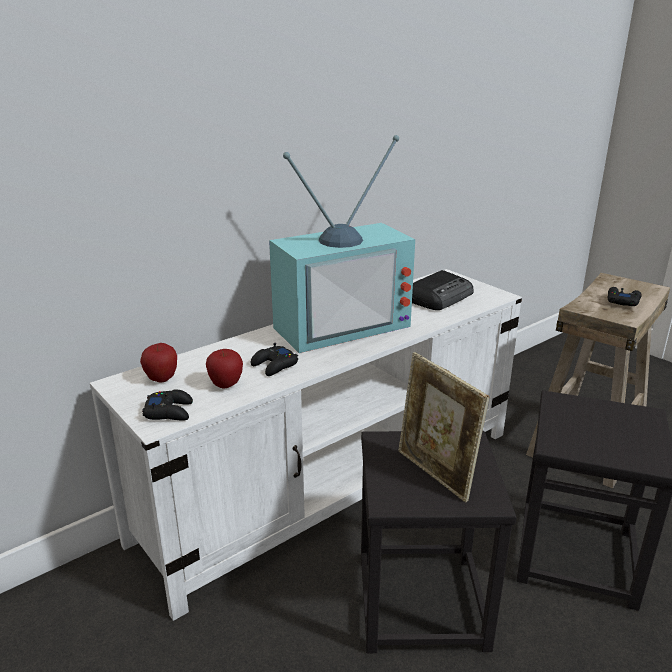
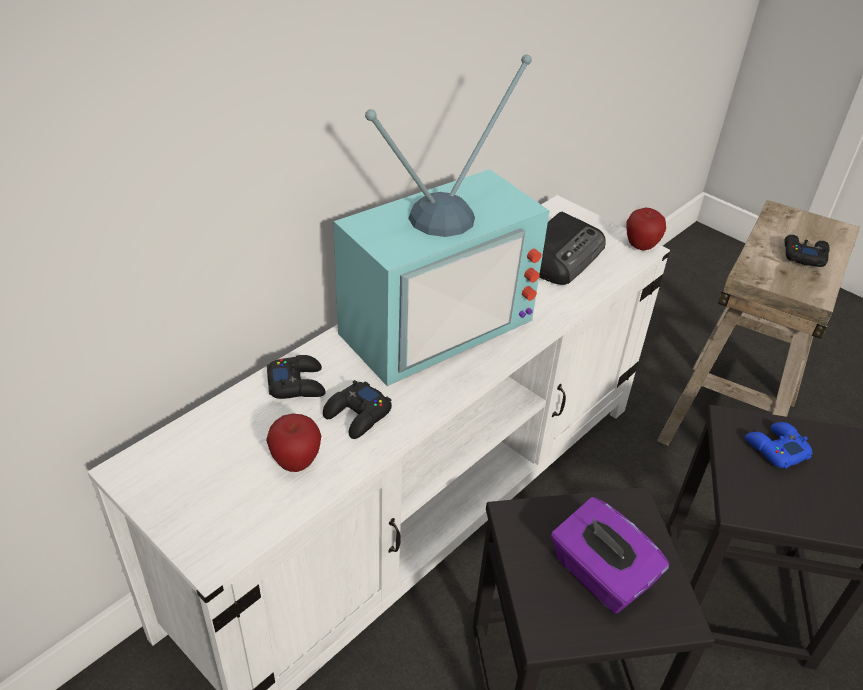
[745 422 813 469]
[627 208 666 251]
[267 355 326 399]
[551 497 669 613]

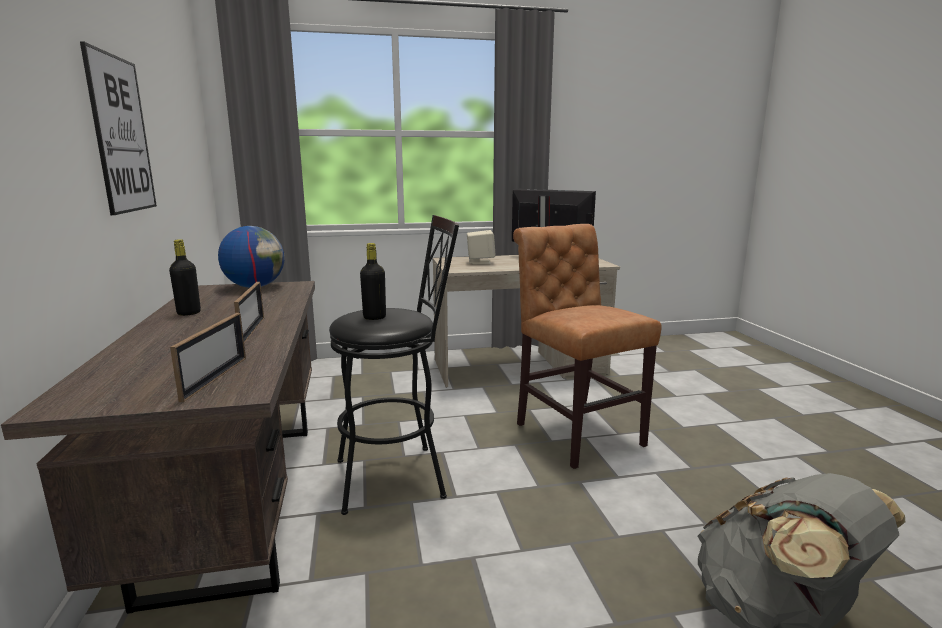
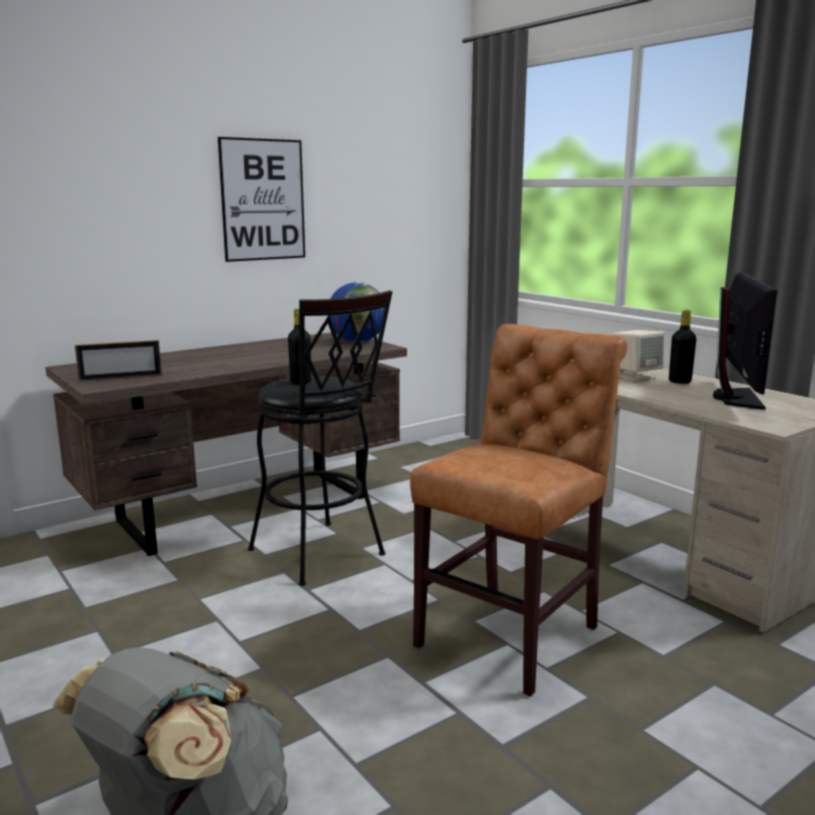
[234 282 264 343] (first image)
[669 310 696 384]

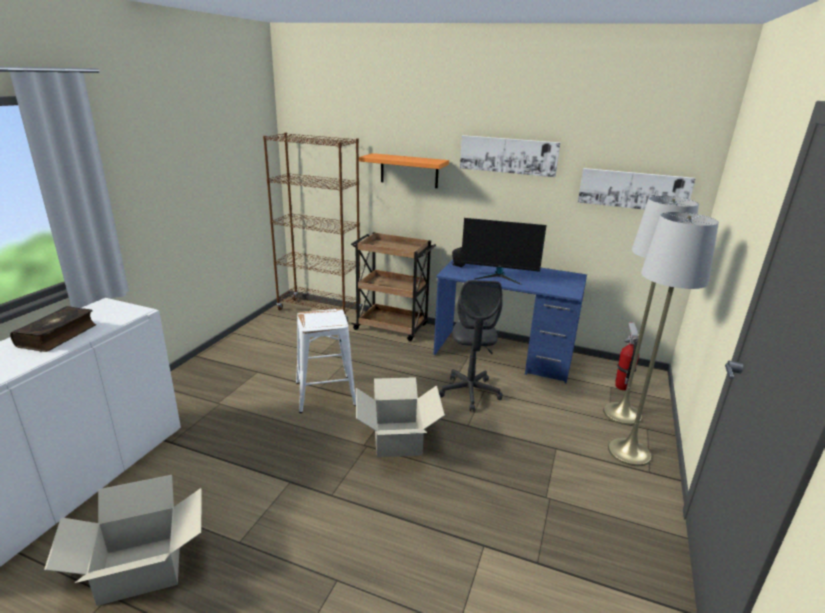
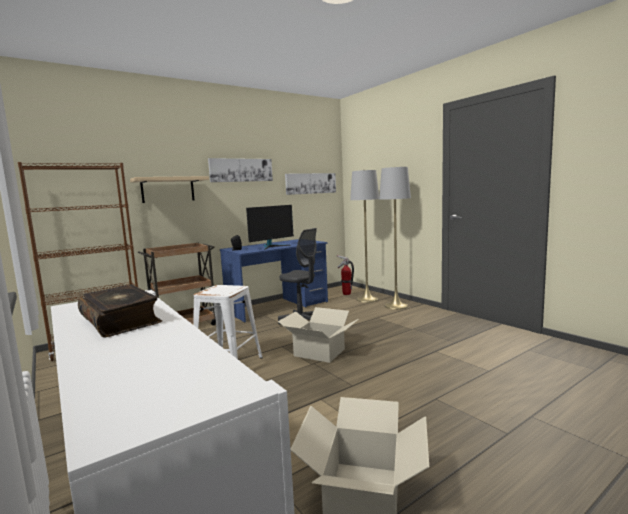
[130 176 209 203]

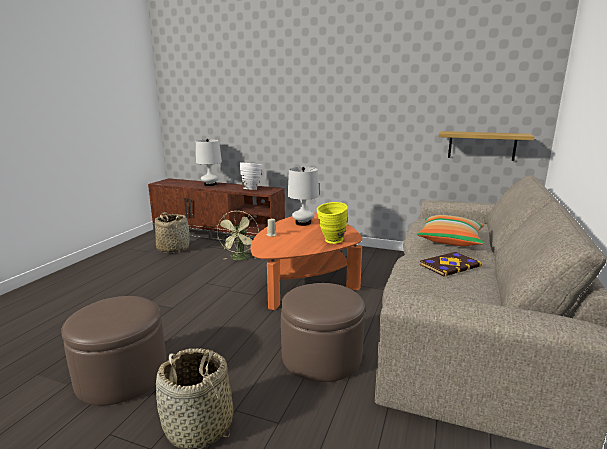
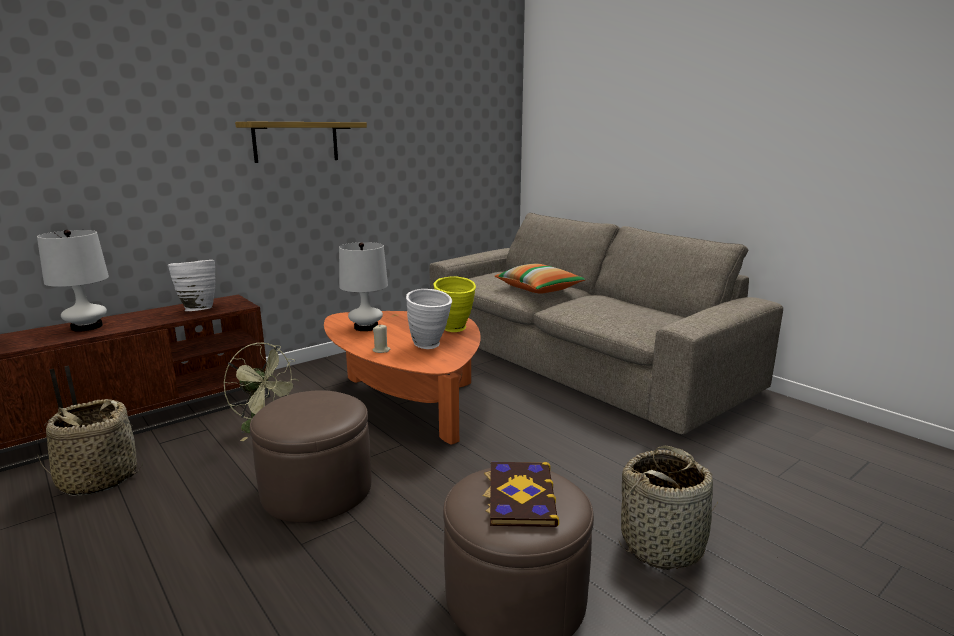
[406 289 452 349]
[250 390 372 523]
[483 462 559 527]
[235 122 367 163]

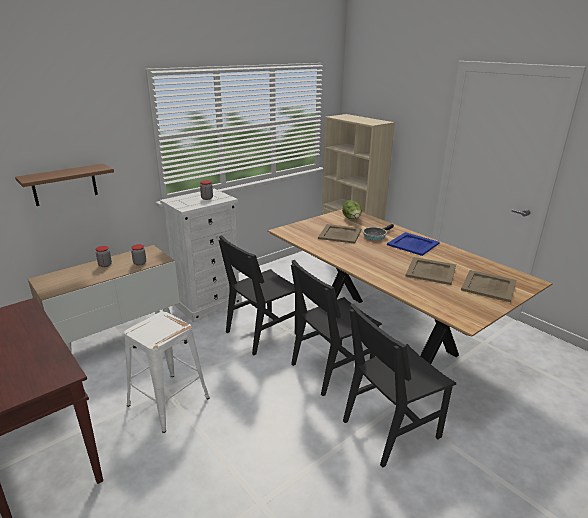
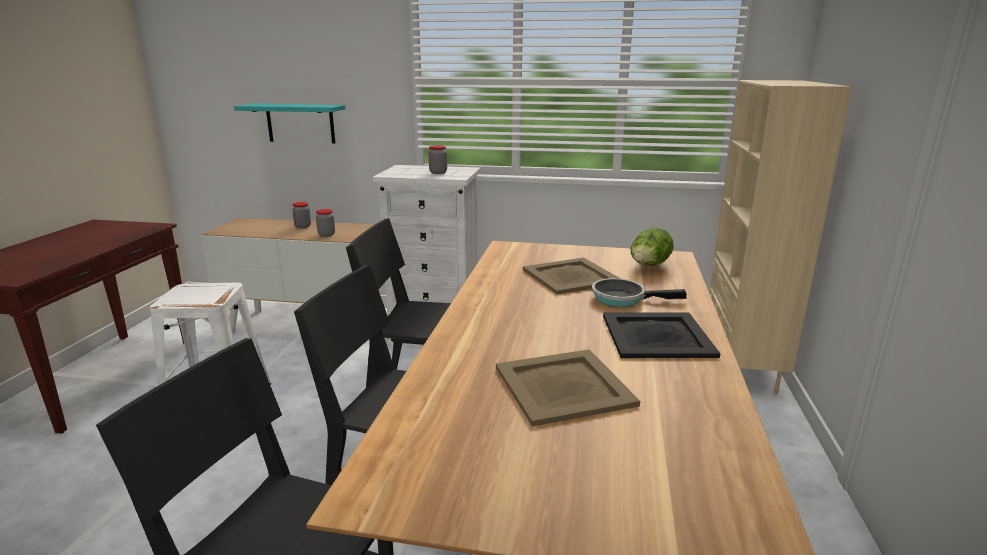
[461 270 517 302] (first image)
[234 103 346 143]
[603 312 720 358]

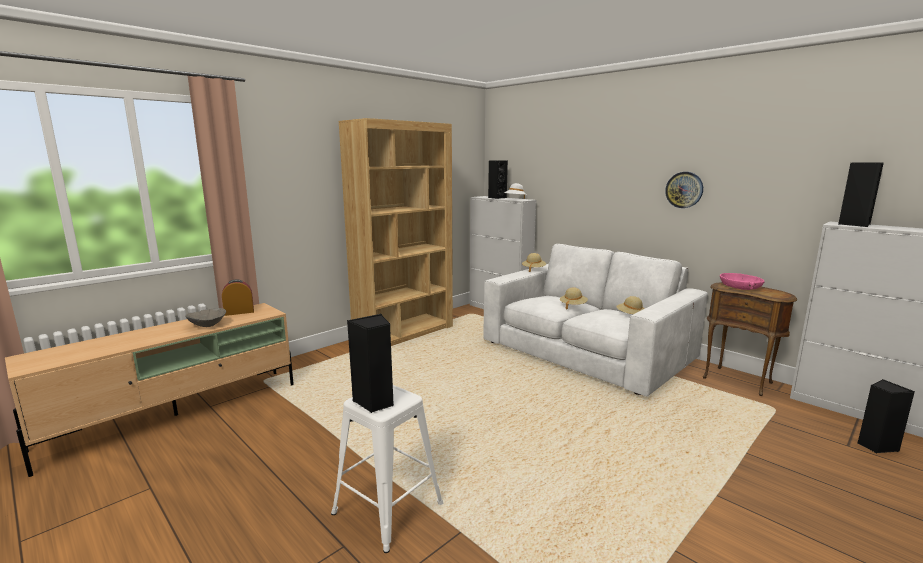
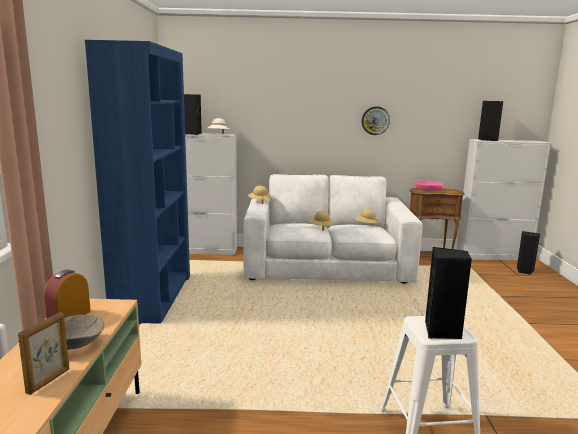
[18 313 69 395]
[85 40 190 324]

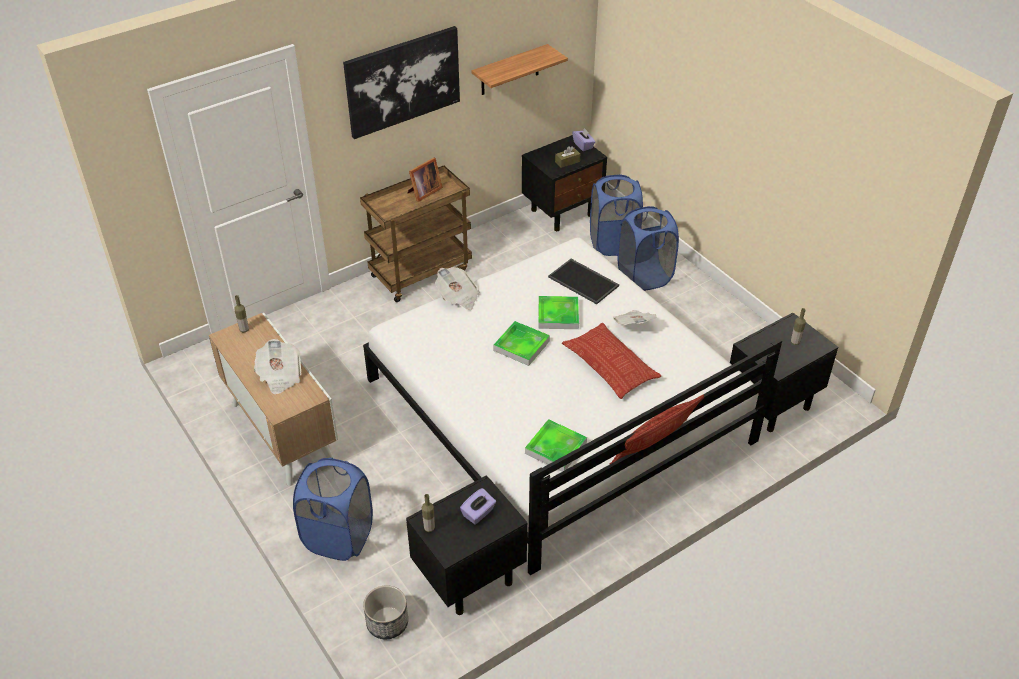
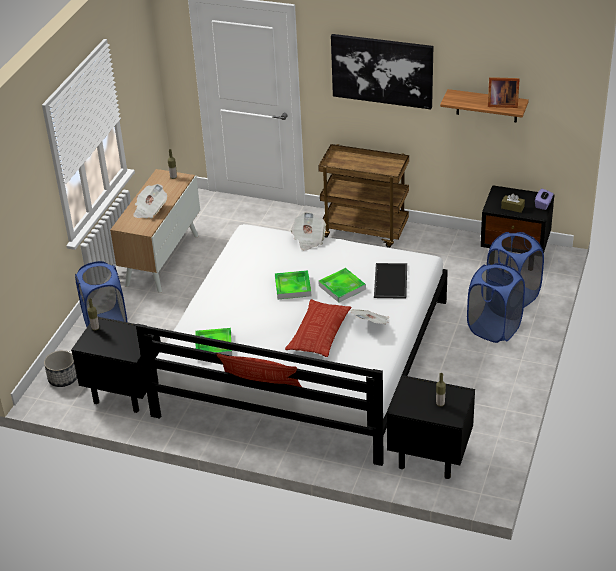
[460 488 496 525] (first image)
[488 77 520 108]

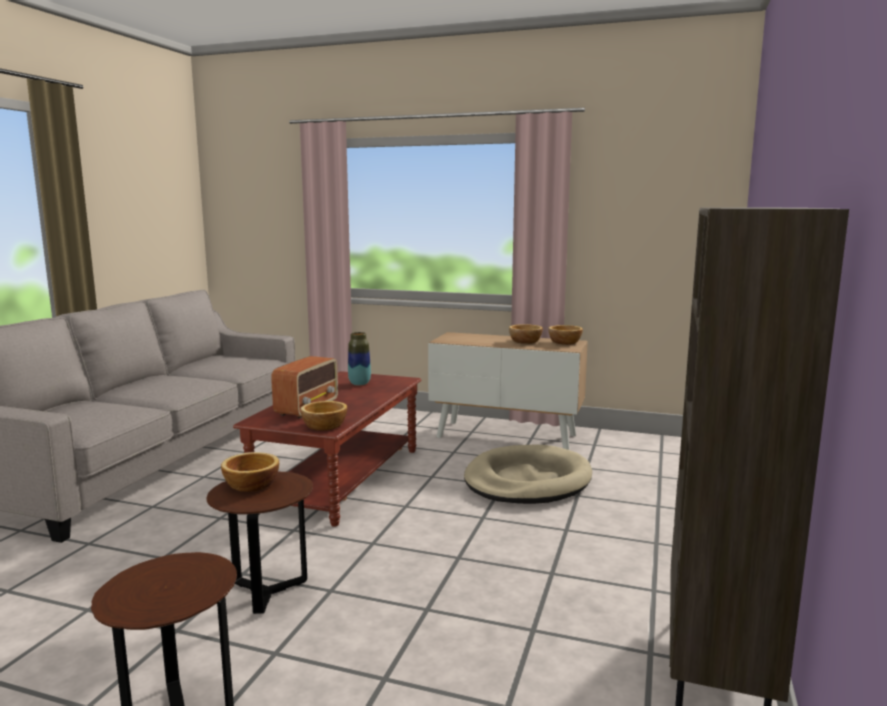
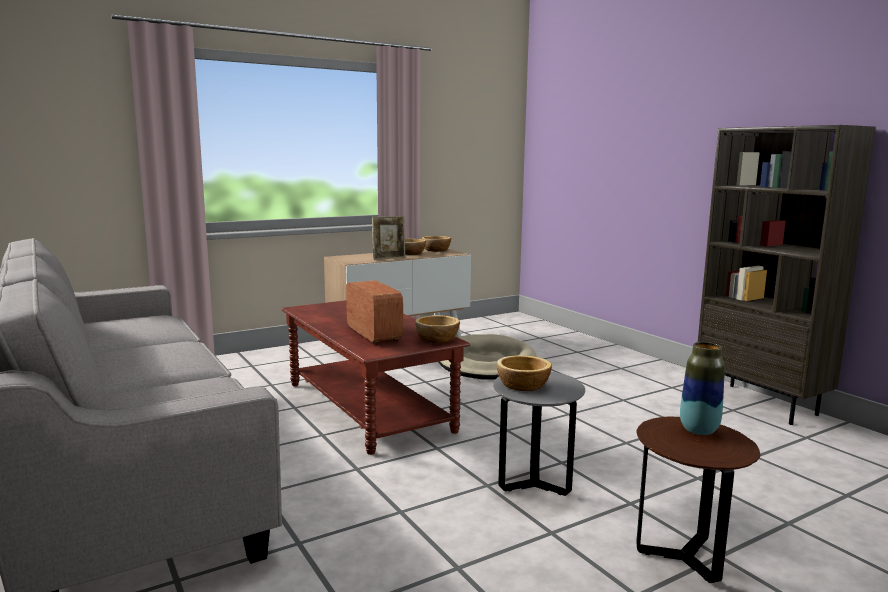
[372 216 405 260]
[680 342 725 435]
[493 372 585 496]

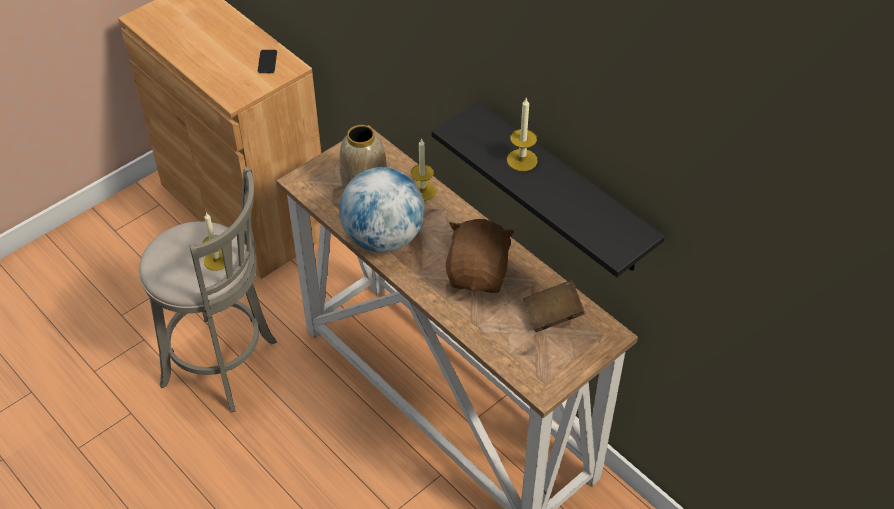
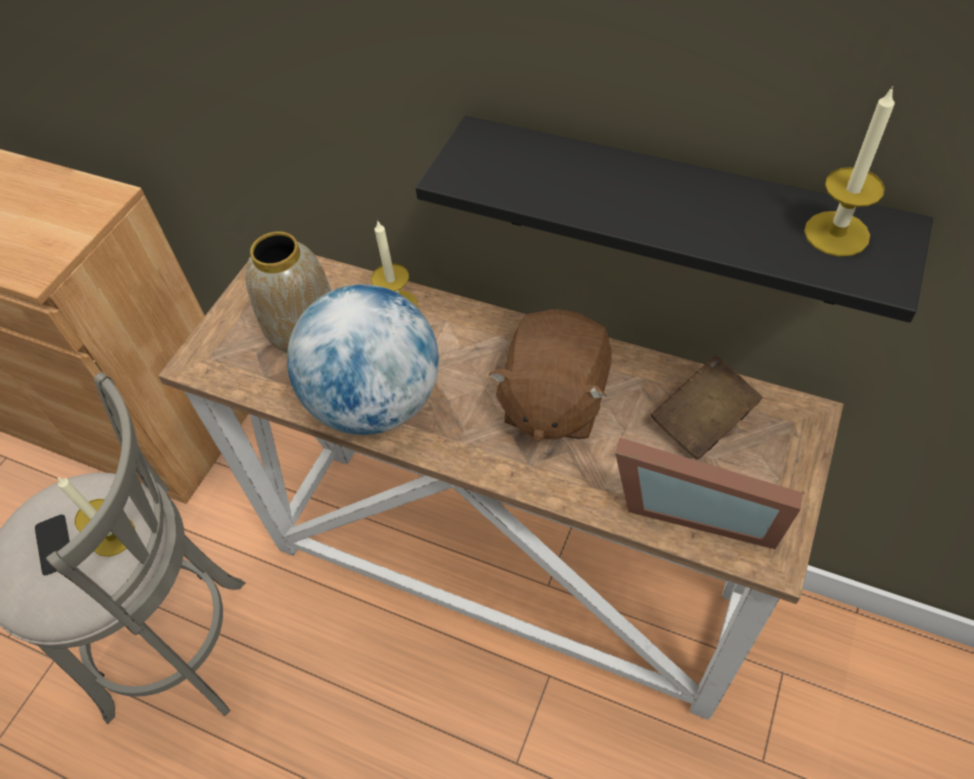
[615 437 803 549]
[35 514 70 576]
[804 86 895 256]
[489 309 612 442]

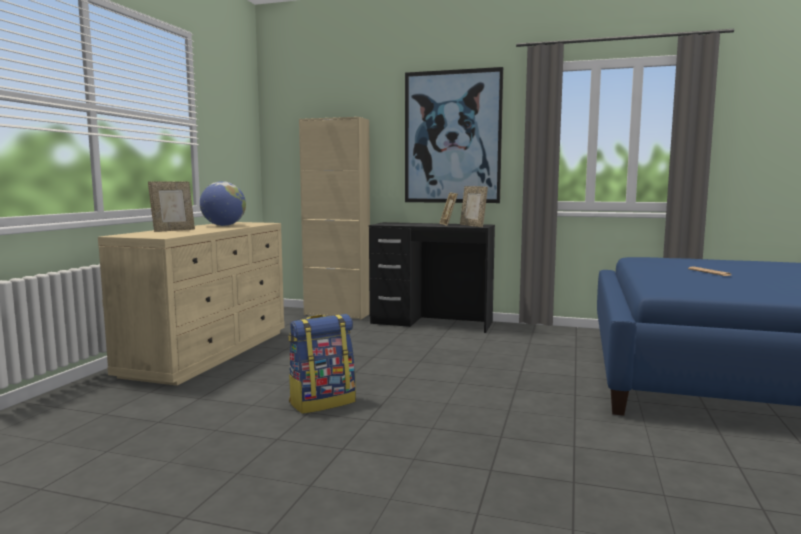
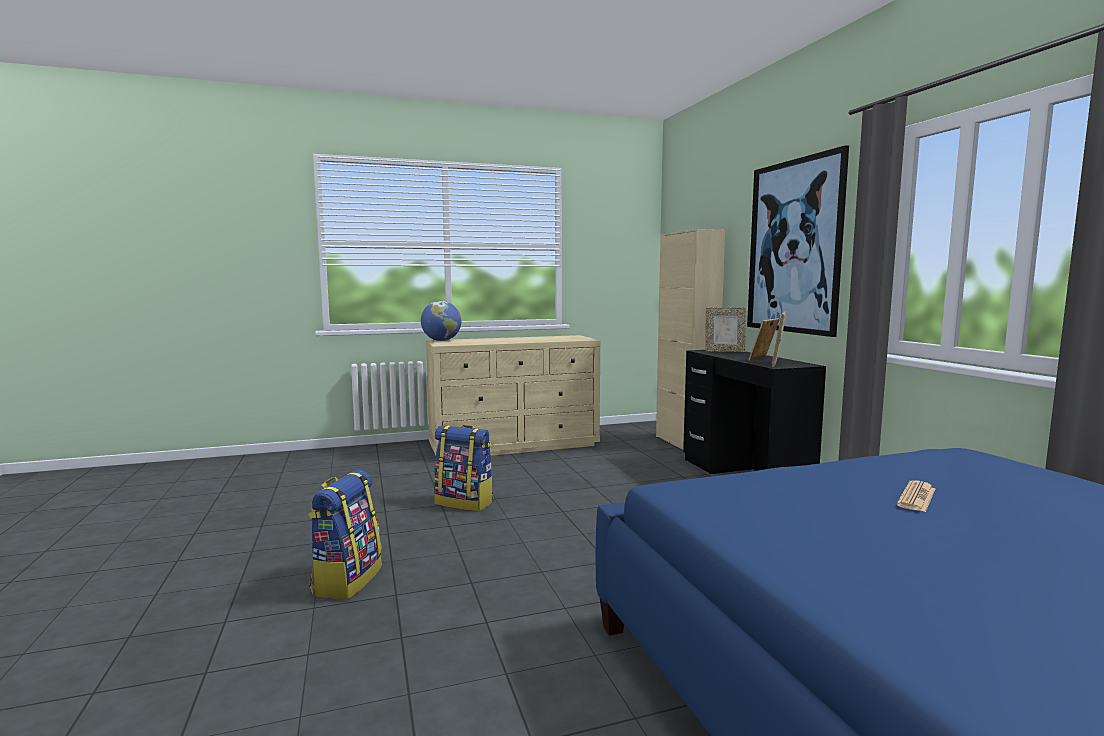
[308 470 382 599]
[705 307 746 352]
[421 301 461 341]

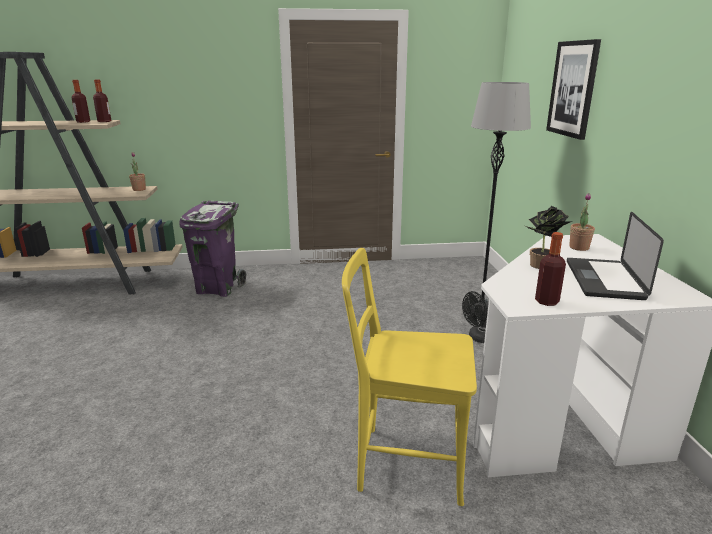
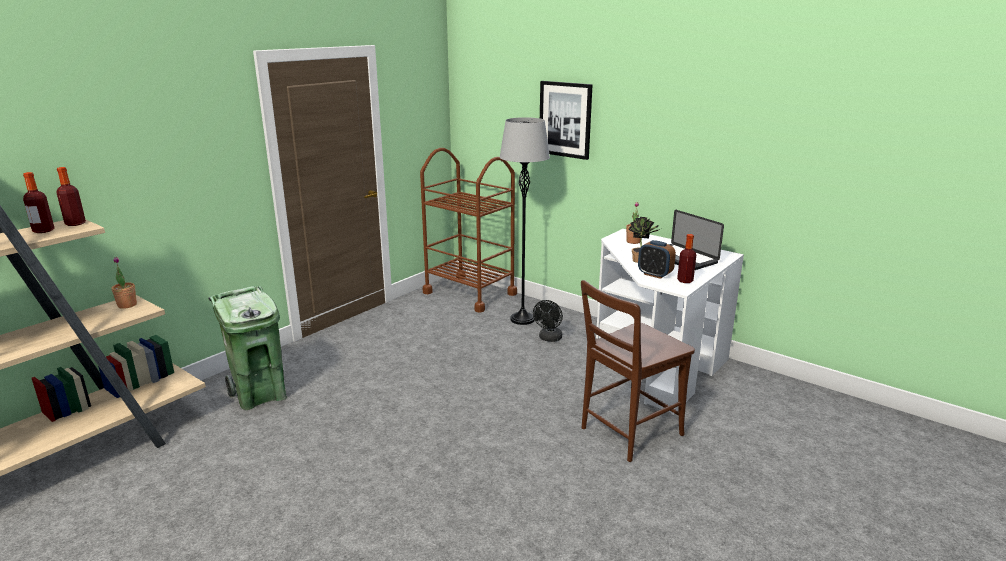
[420 148 517 313]
[638 240 676 279]
[208 286 287 410]
[581 280 695 462]

